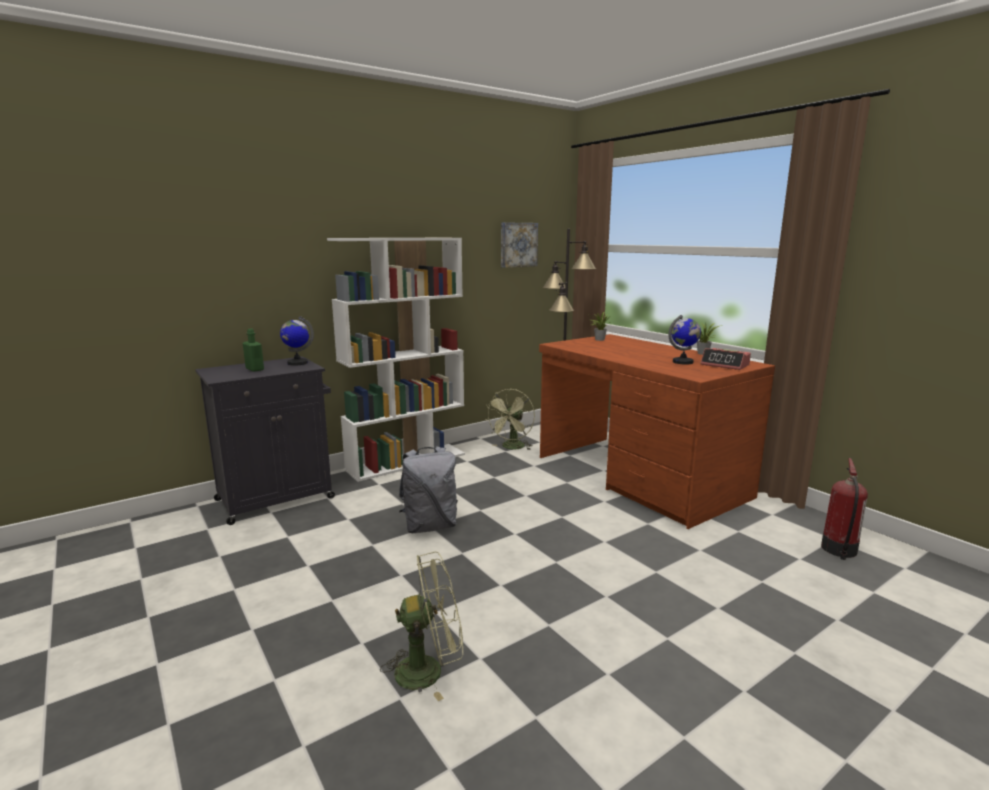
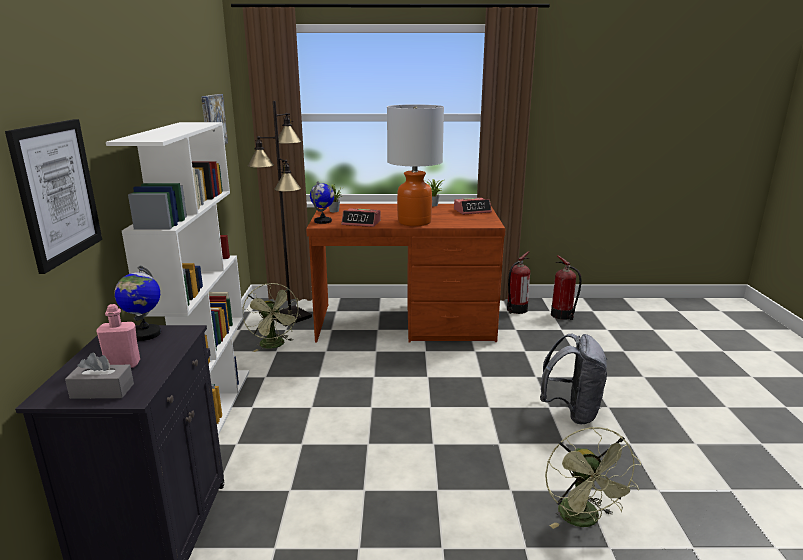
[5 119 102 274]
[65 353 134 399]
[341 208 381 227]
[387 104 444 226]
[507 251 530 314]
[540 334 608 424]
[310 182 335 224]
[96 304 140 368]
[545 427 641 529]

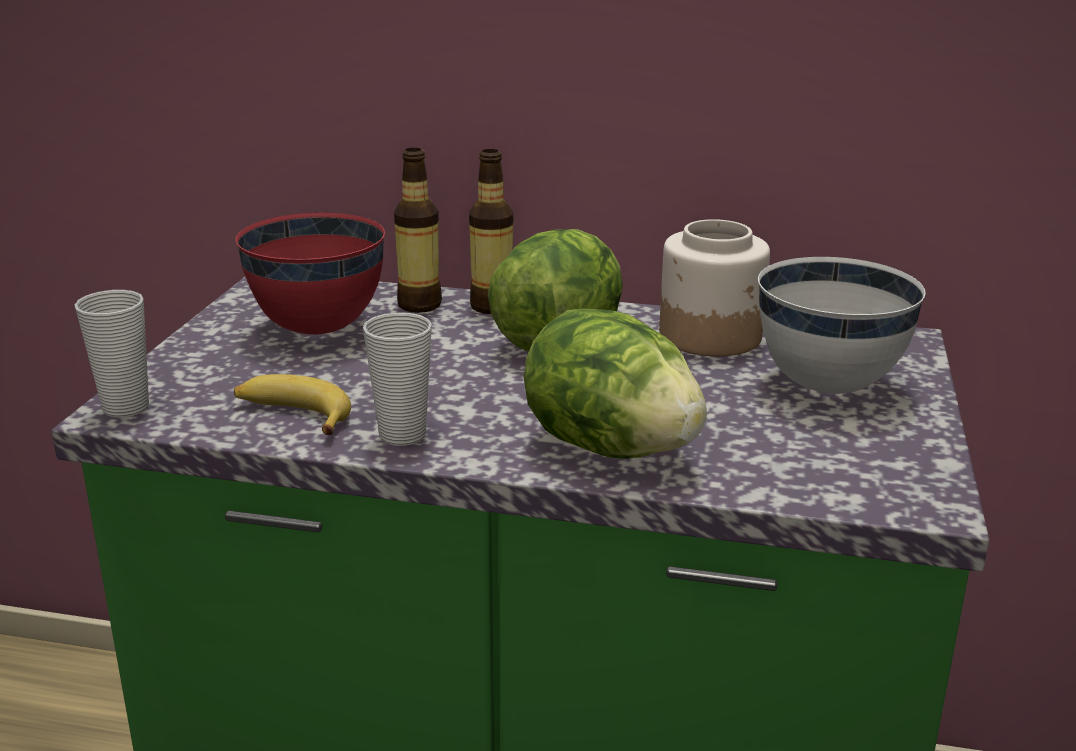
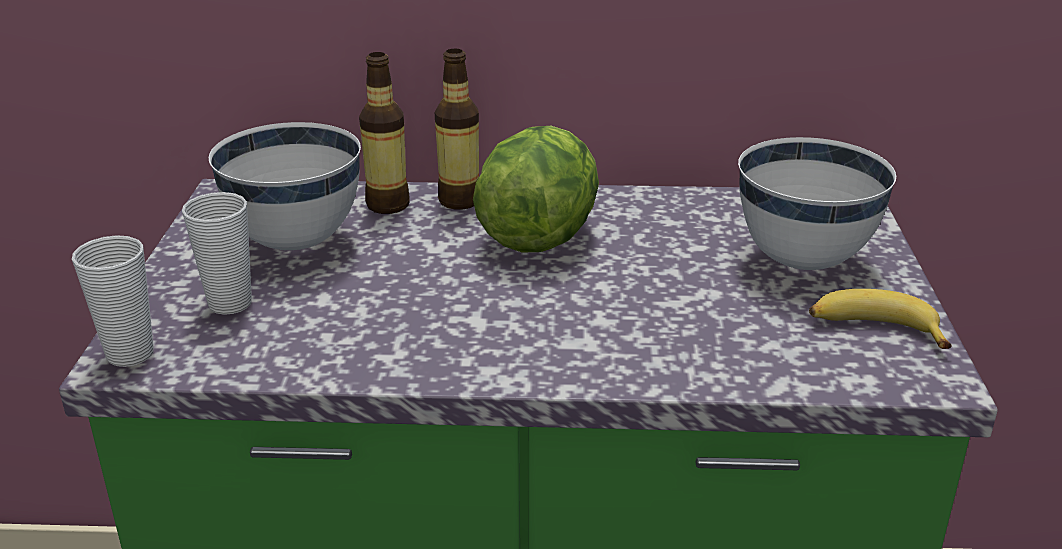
[524 308 707 459] (first image)
[659 219 770 356] (first image)
[809 289 952 349]
[182 192 252 315]
[209 122 361 250]

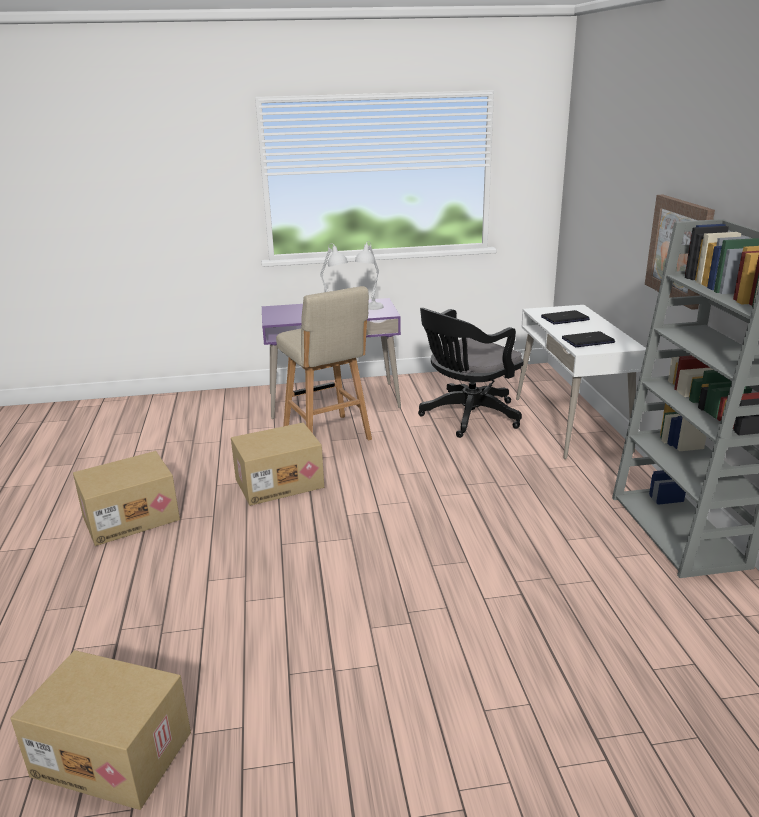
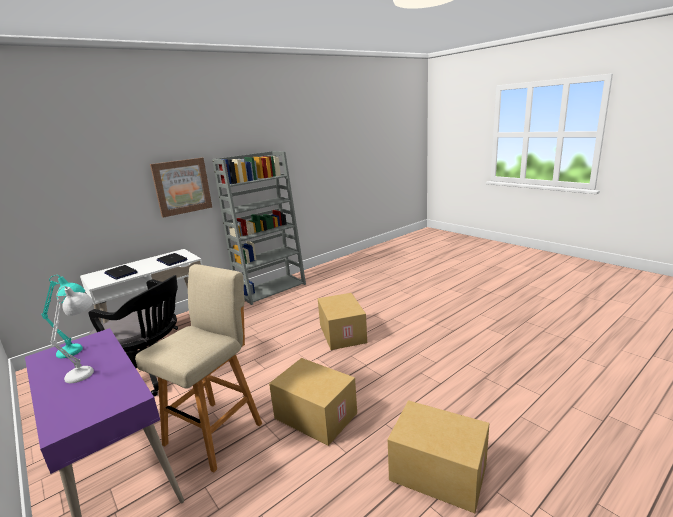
[318 293 367 350]
[41 275 85 358]

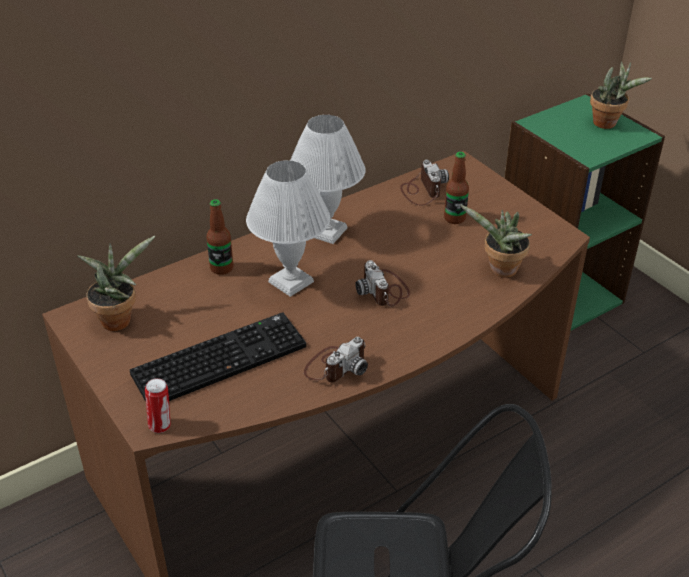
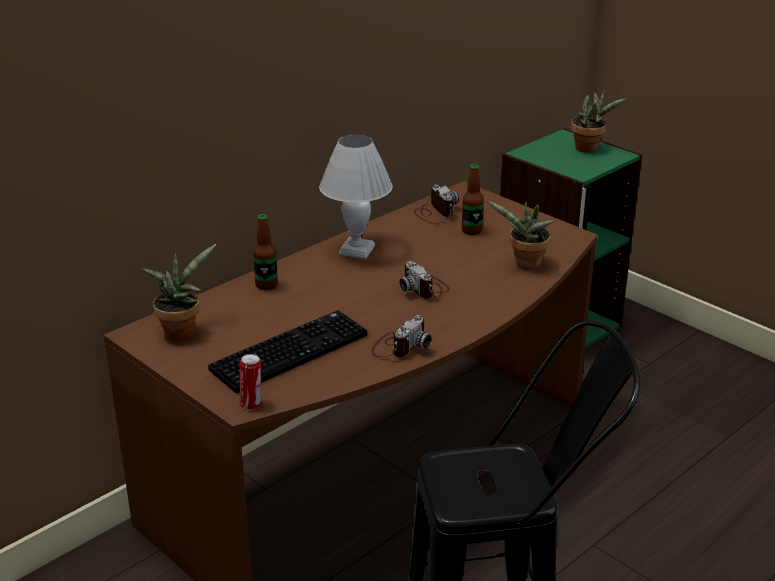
[246 160 330 297] (first image)

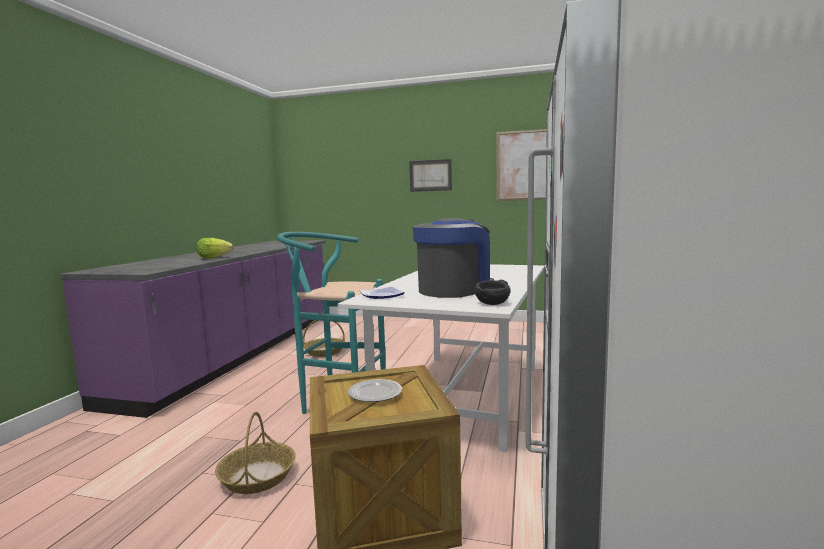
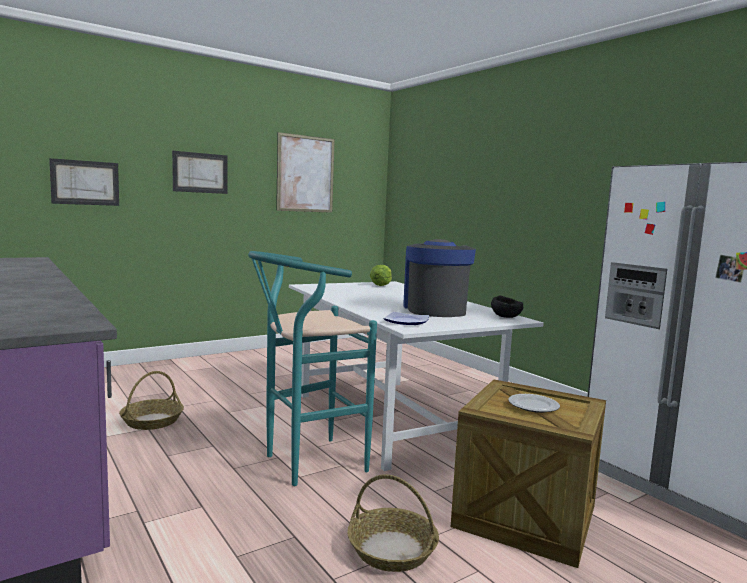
[49 158 119 206]
[370 265 392 286]

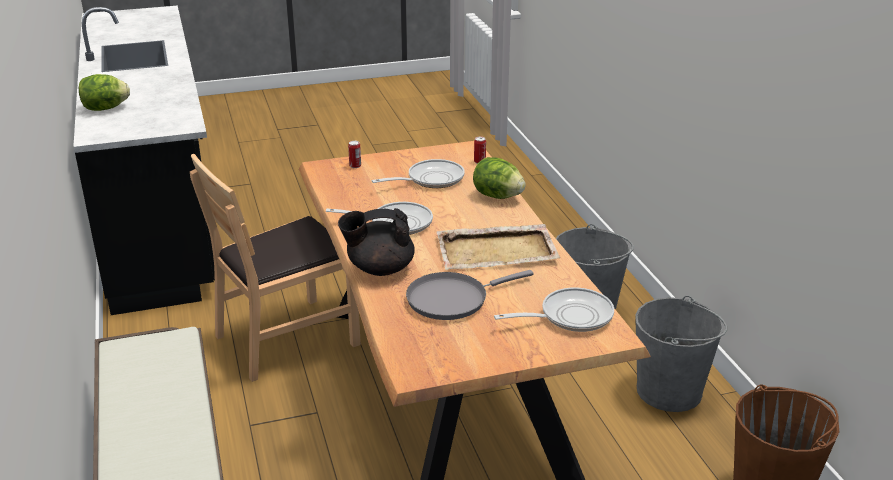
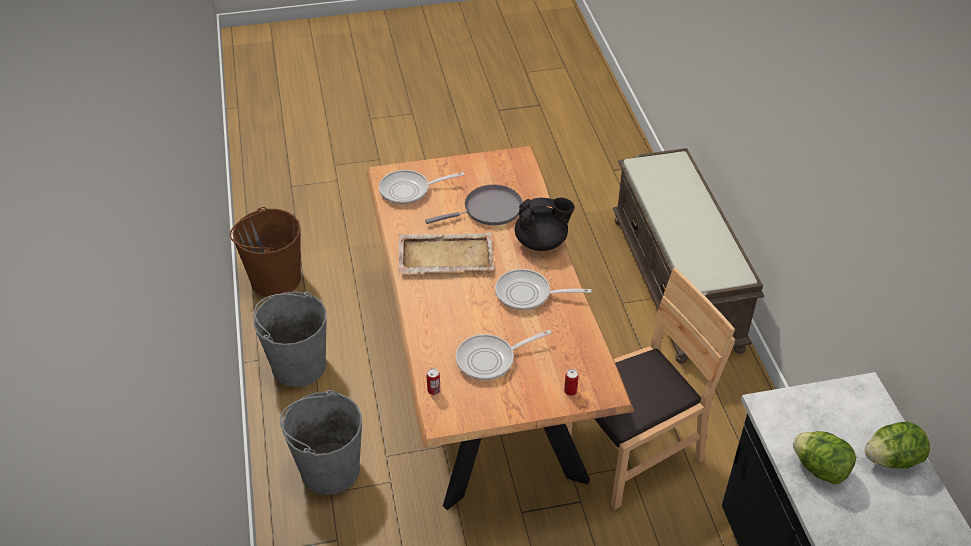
[793 431 856 485]

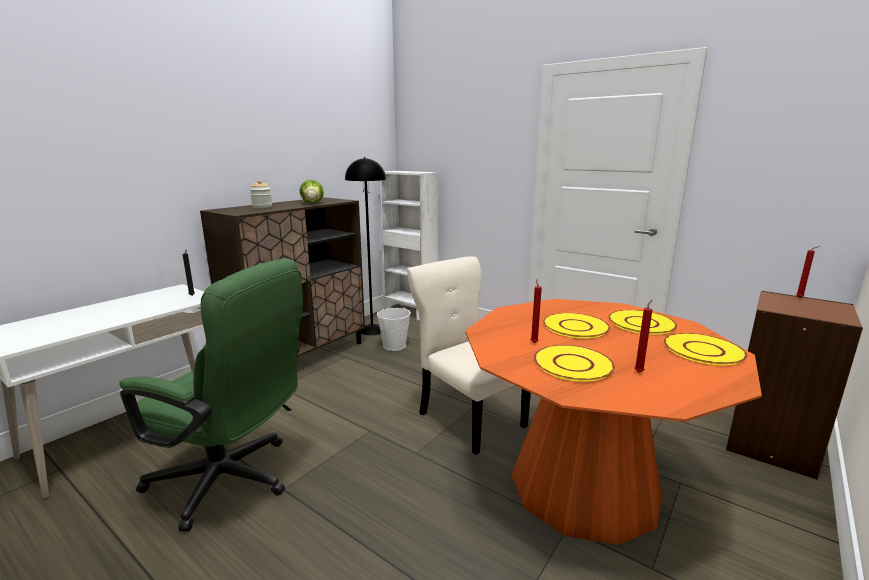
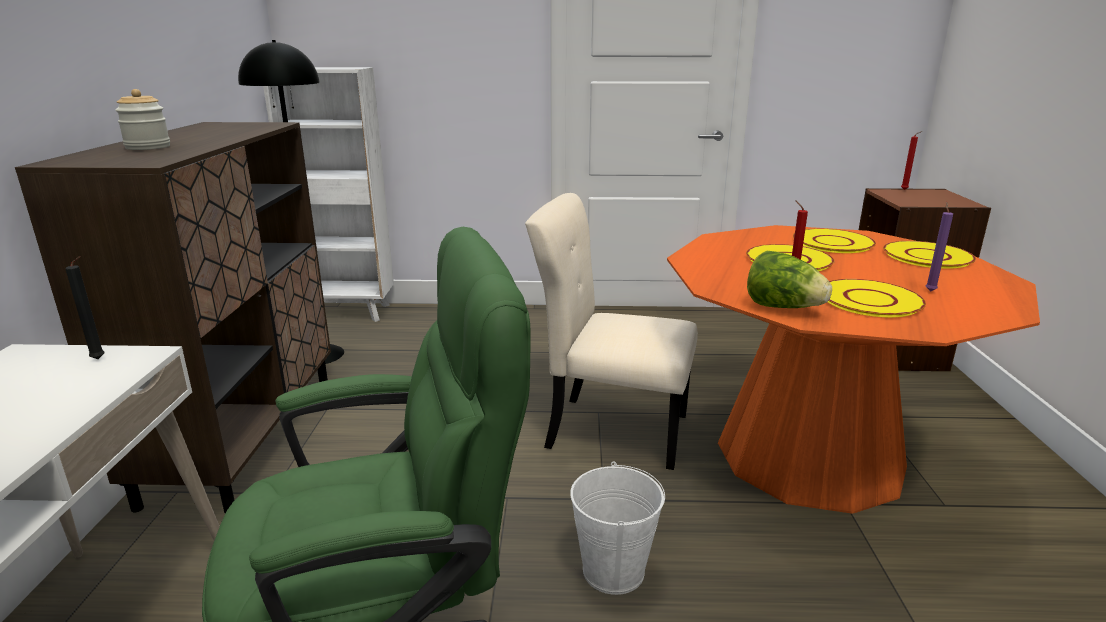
[747 251 832 308]
[570 462 665 595]
[925 202 953 292]

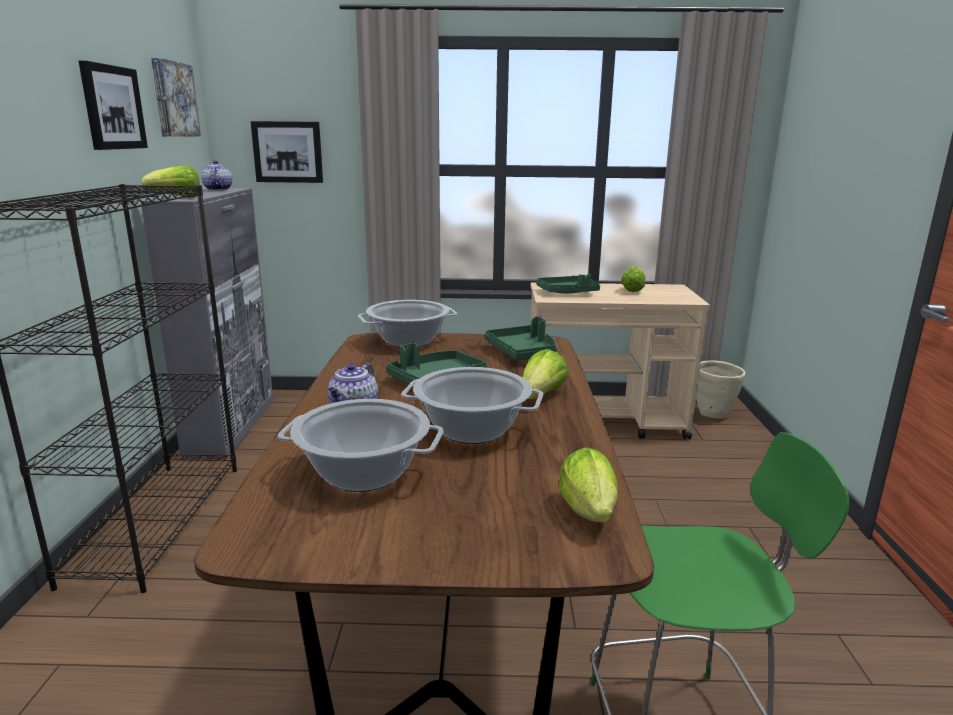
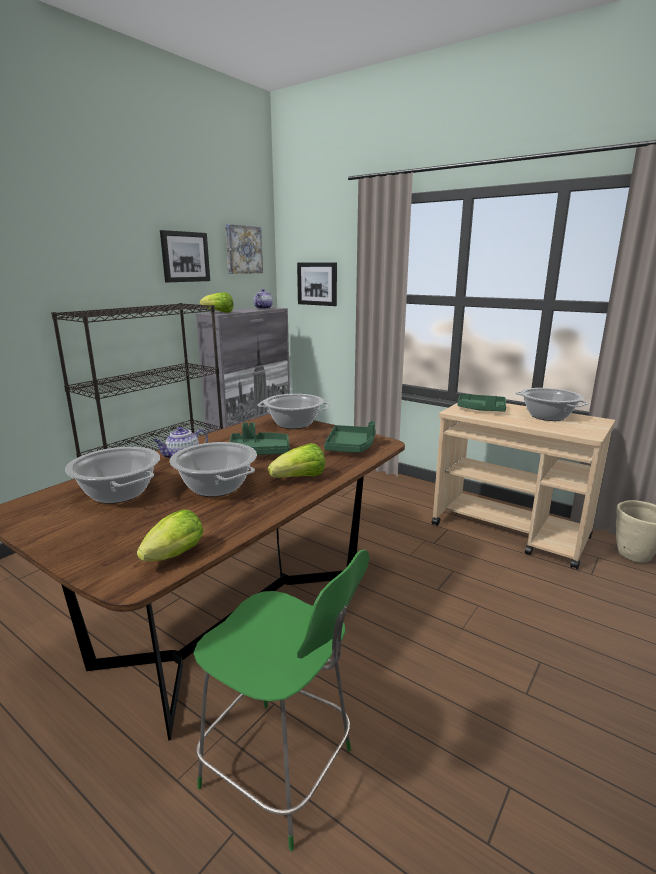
[515 388 589 421]

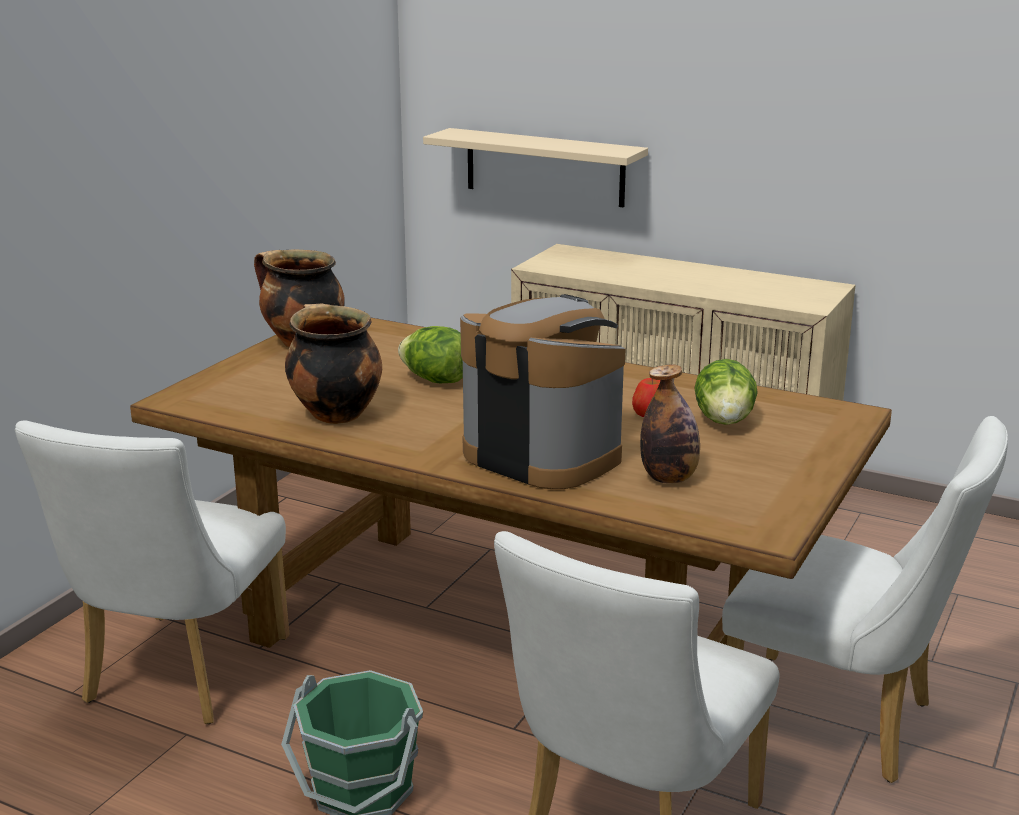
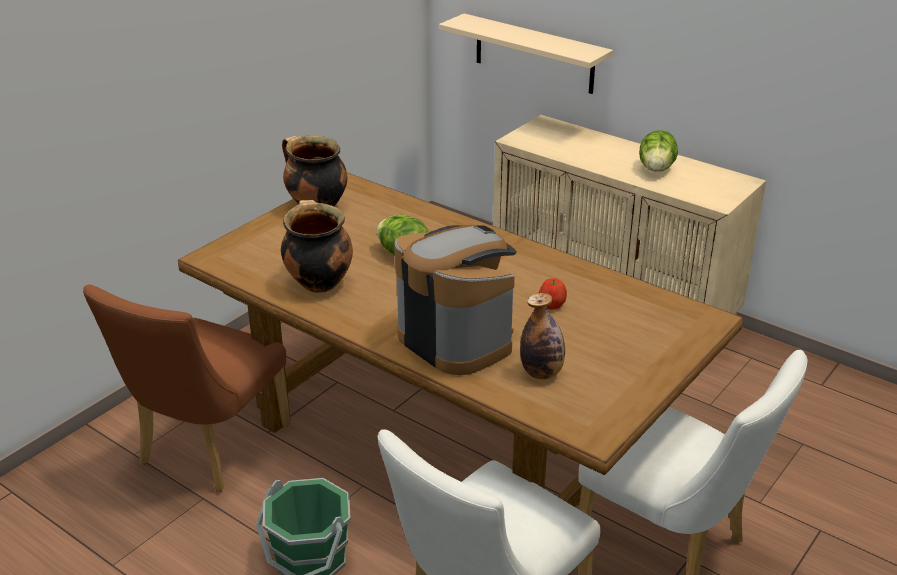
[639 130 678 172]
[83 284 291 492]

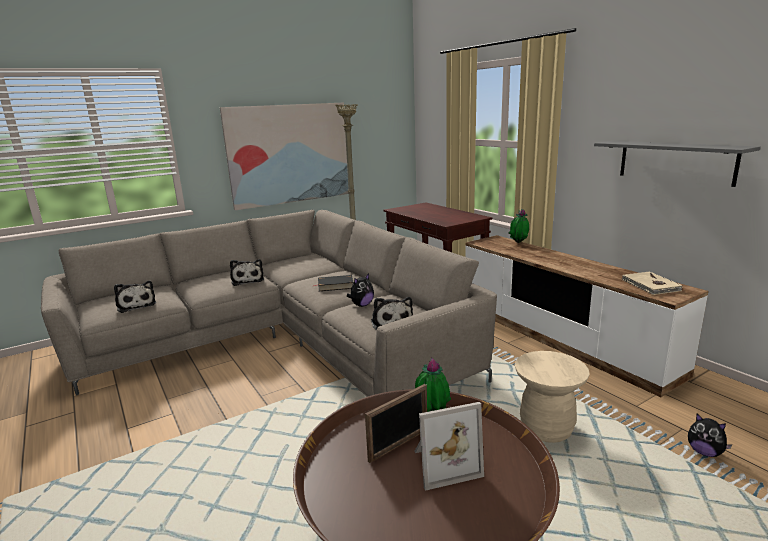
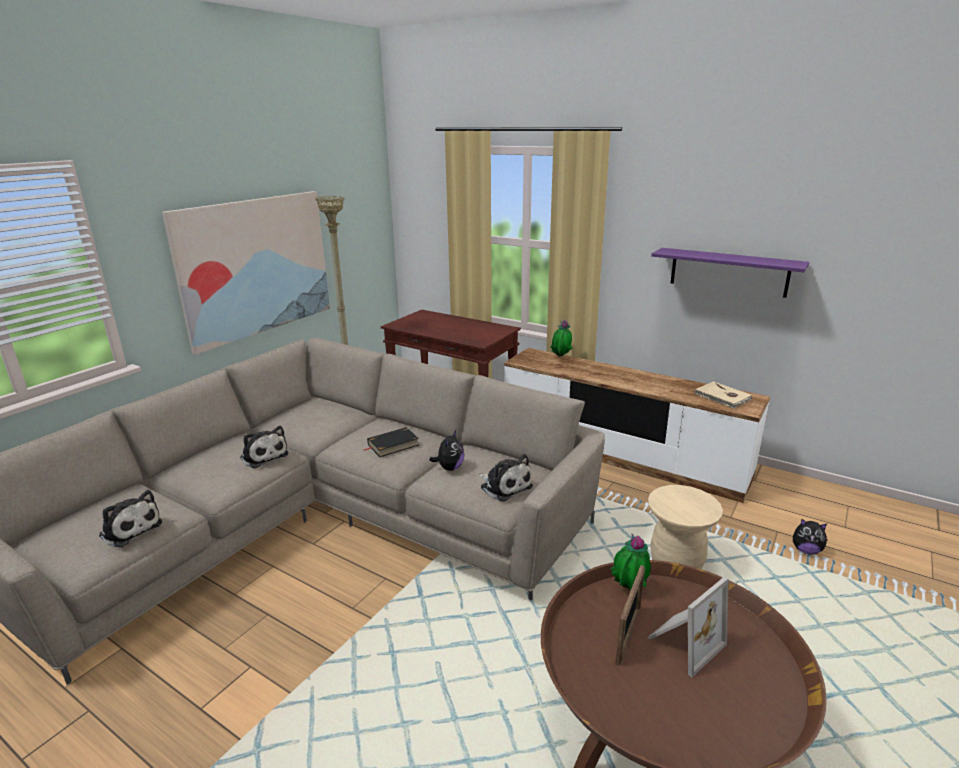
[651 248 809 298]

